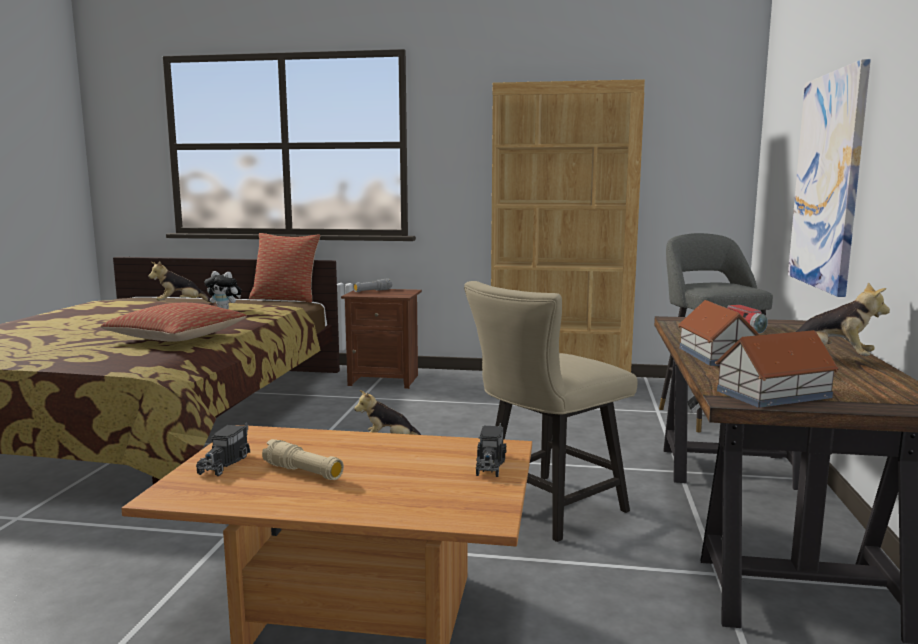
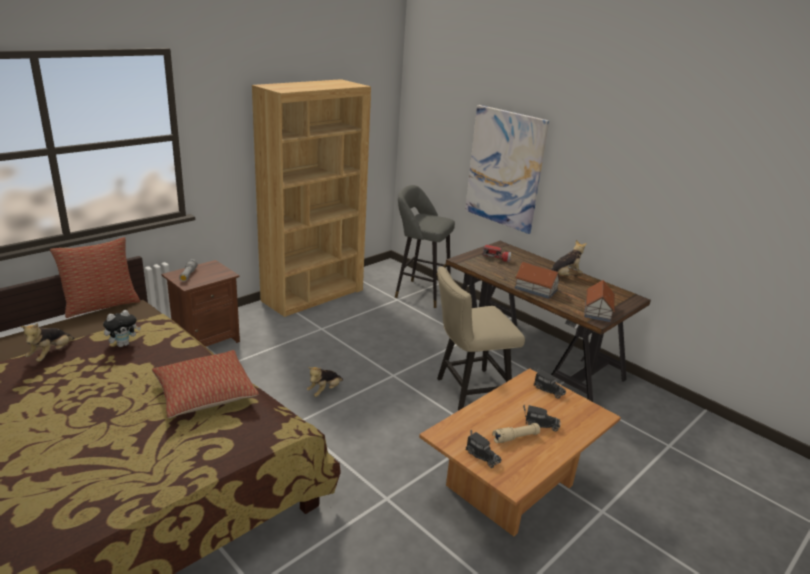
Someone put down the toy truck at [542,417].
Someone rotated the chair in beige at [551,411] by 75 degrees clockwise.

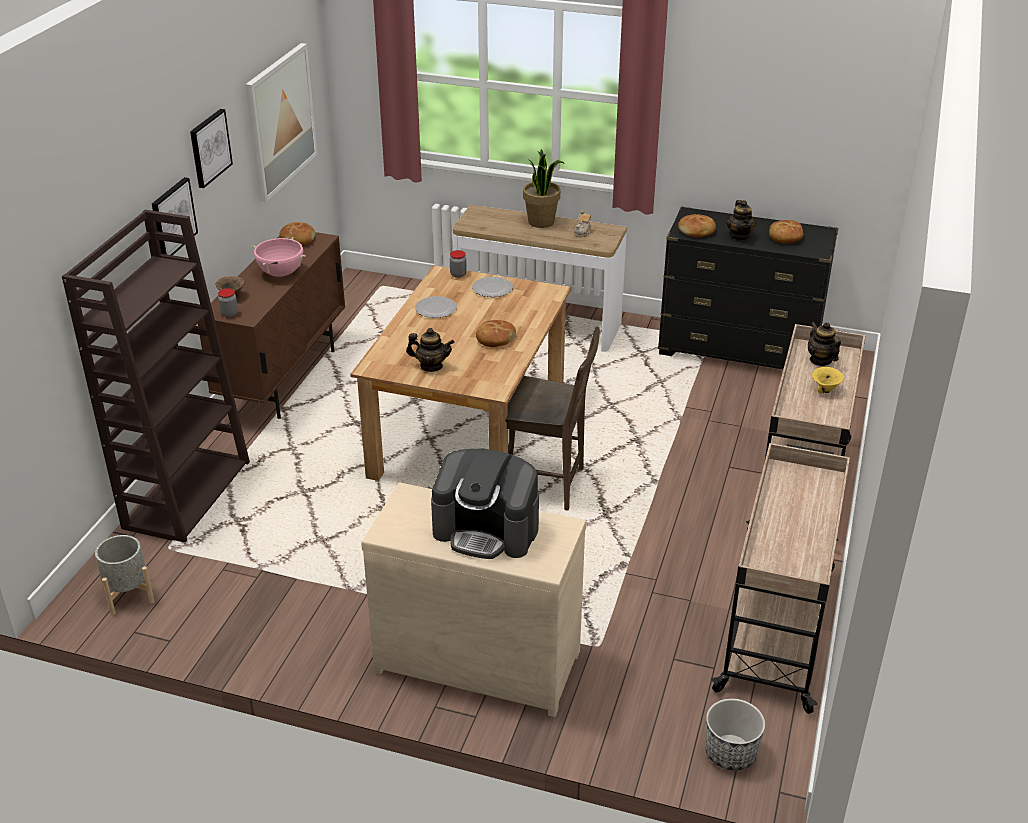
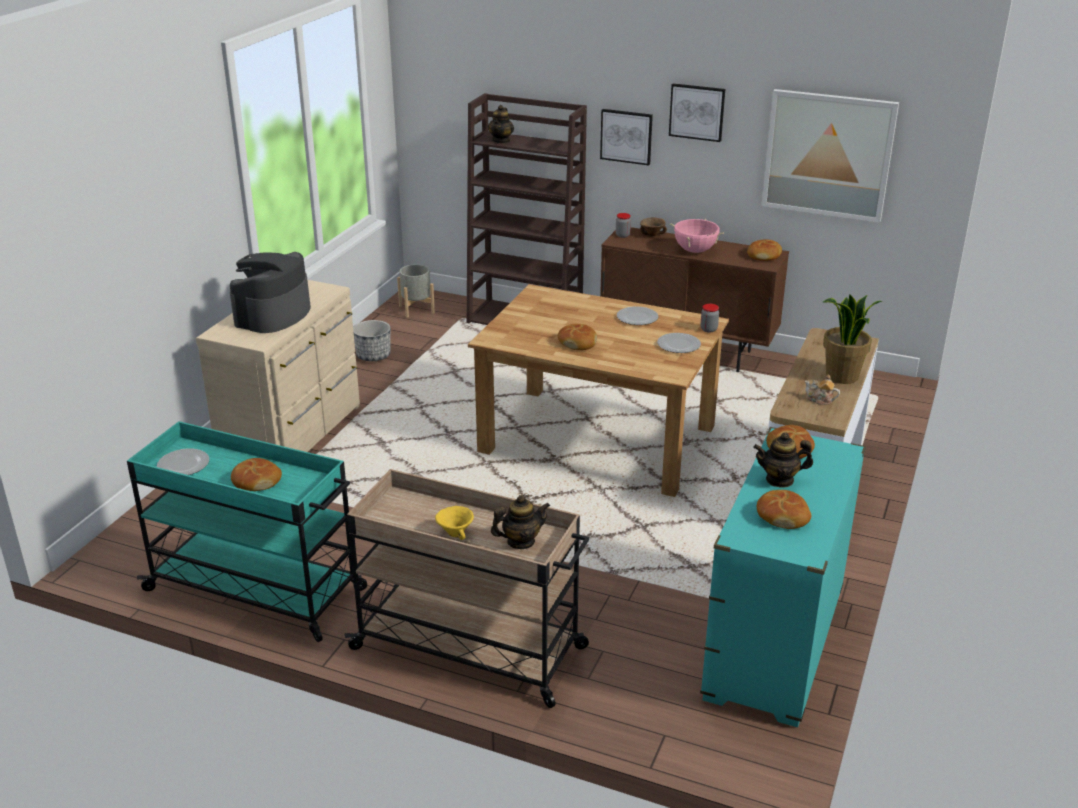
Someone took away the chair in brown at [553,418].
Someone put down the plate at [183,461].
Someone put down the bread at [256,474].
Someone carried the teapot from [430,350] to [501,124].
Someone carried the planter from [735,734] to [371,340].
Someone repainted the dresser in black at [748,288], which became the dresser in turquoise at [783,577].
Someone repainted the cart in beige at [780,578], which became the cart in turquoise at [247,531].

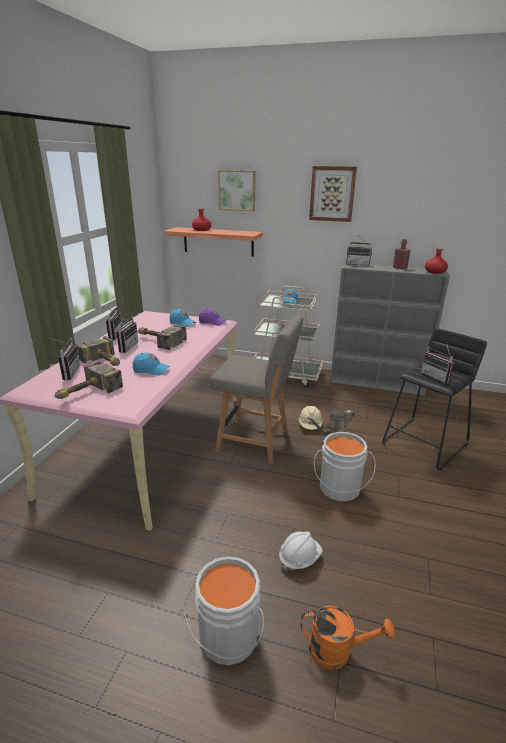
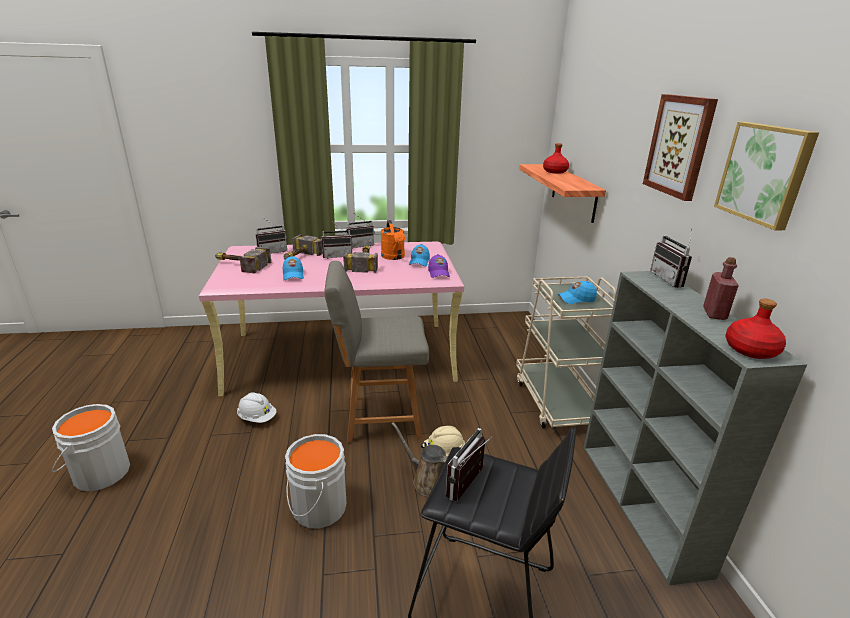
Someone carried the picture from [237,190] to [766,176].
Someone carried the hard hat in white from [300,551] to [256,407].
Someone carried the watering can in orange from [347,637] to [393,240].
Someone rotated the chair in grey at [256,389] by 90 degrees clockwise.

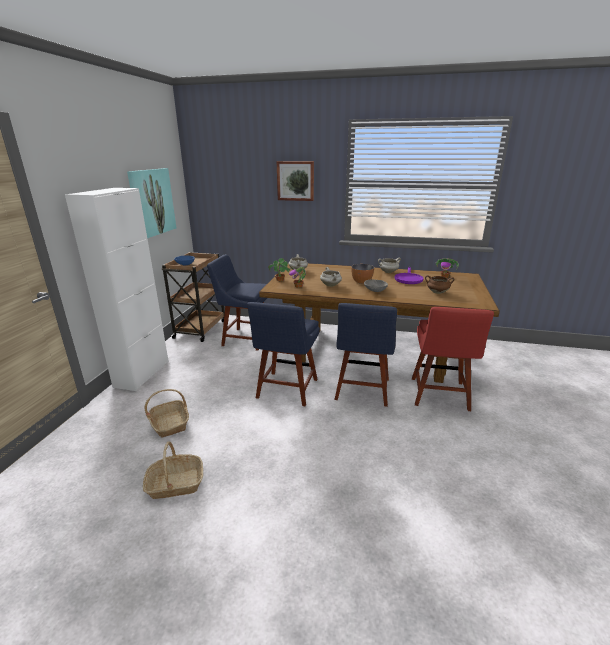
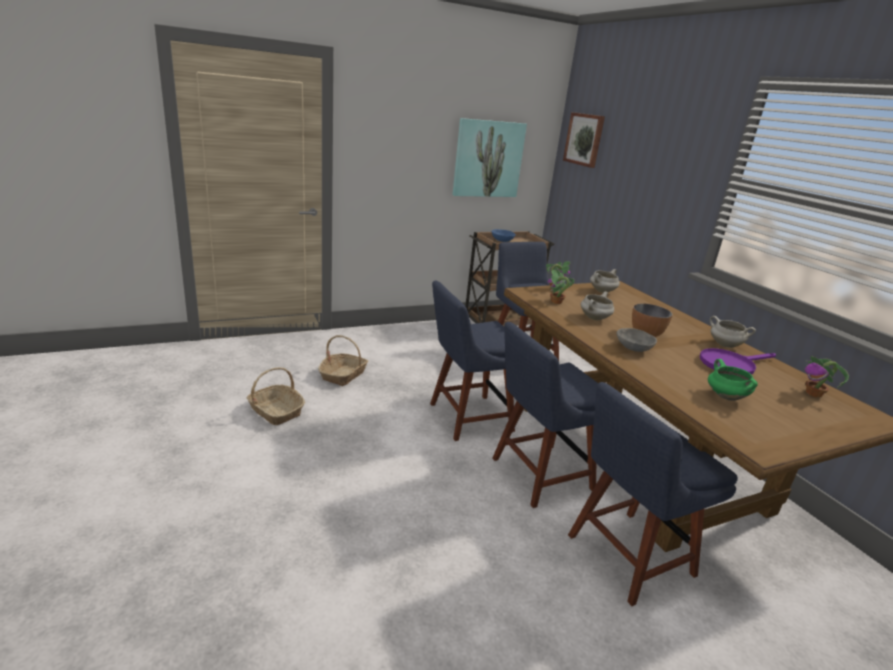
Someone took away the cabinet in white at [117,289].
Someone carried the picture from [295,181] to [584,140].
Someone repainted the chair in red at [453,359], which became the chair in blue at [653,494].
Someone repainted the cooking pot in brown at [439,284], which became the cooking pot in green at [733,380].

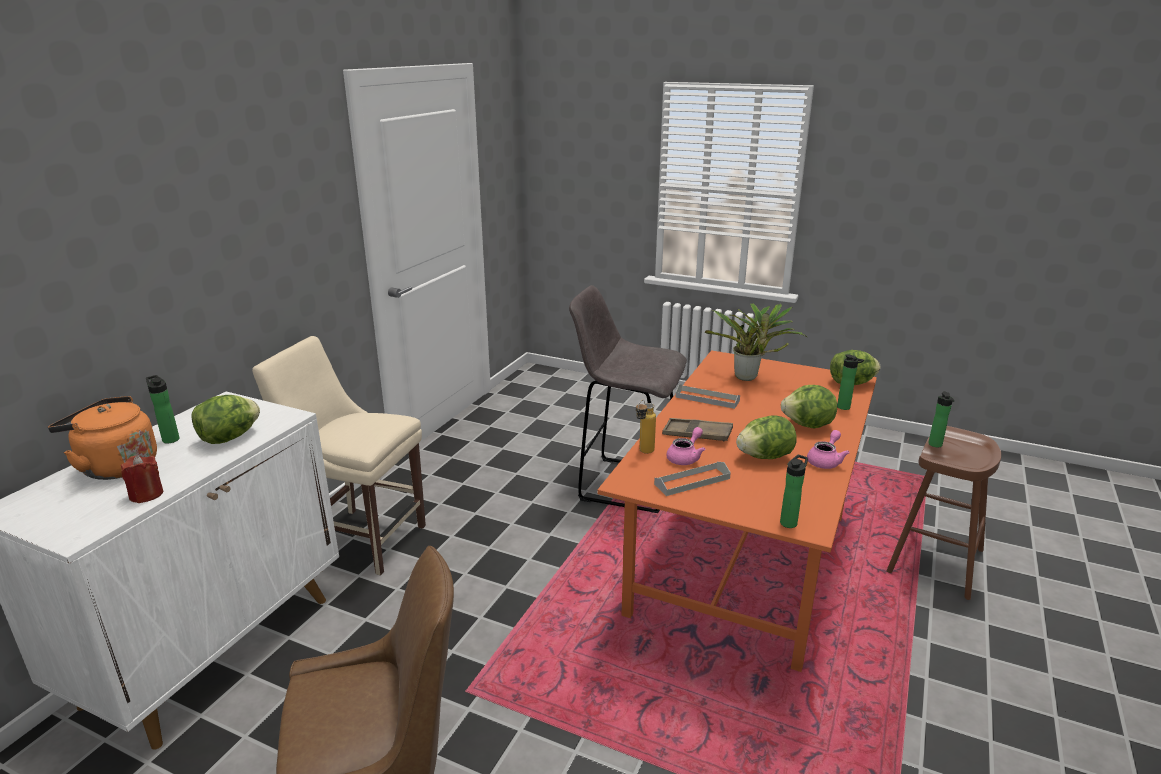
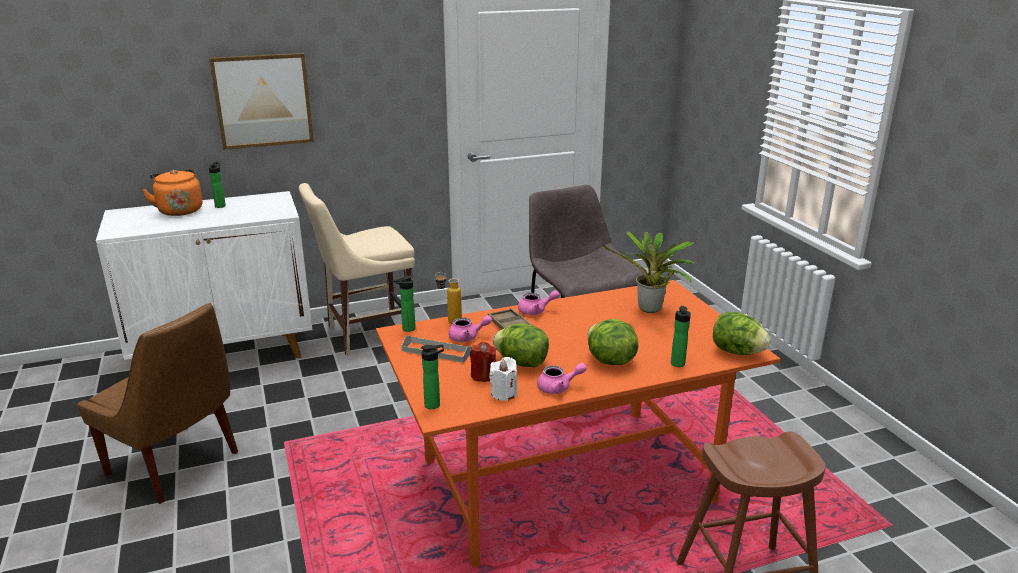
Someone took away the lettuce at [225,419].
Someone took away the tray in grey at [708,396].
Someone put up the picture at [261,101].
Someone put down the candle in white at [503,379].
Someone put down the teapot in pink at [538,302].
Someone carried the candle in red from [142,479] to [483,362].
Someone carried the bottle from [941,419] to [405,304].
Someone rotated the chair in beige at [339,455] by 90 degrees counterclockwise.

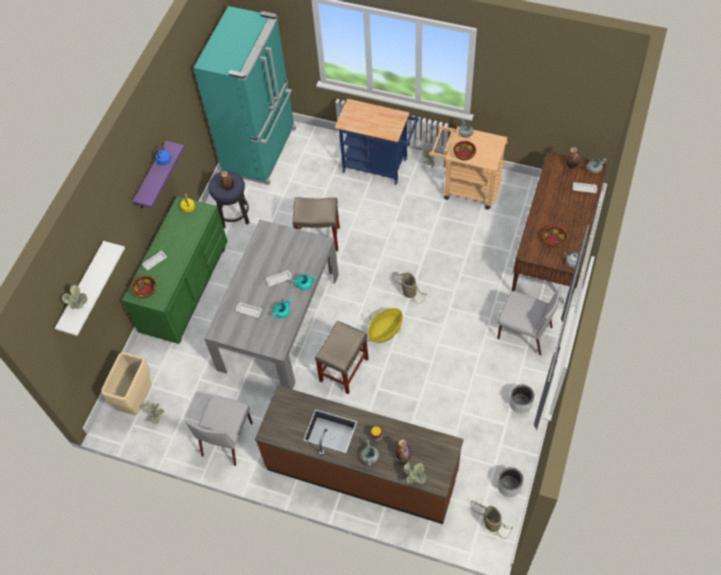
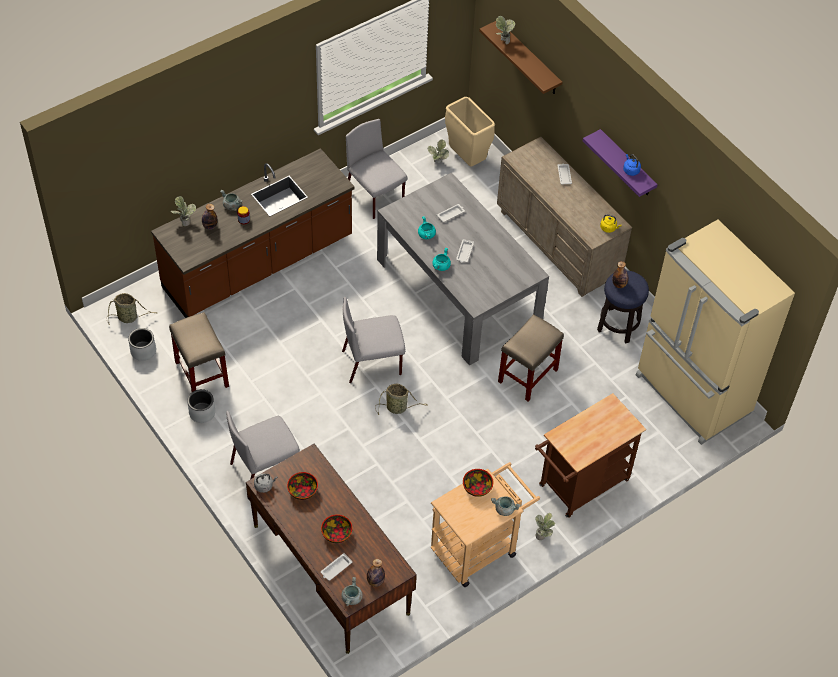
Someone carried the bowl from [143,287] to [337,528].
Someone carried the stool in beige from [342,357] to [199,352].
Someone swapped the basket at [385,325] for the chair in grey at [373,340].
Someone repainted the shelf in white at [90,288], which became the shelf in brown at [521,57].
Someone repainted the dresser in green at [175,270], which became the dresser in beige at [564,217].
Someone repainted the fridge in turquoise at [245,95], which became the fridge in beige at [715,332].
Someone repainted the cart in blue at [377,142], which became the cart in brown at [590,455].

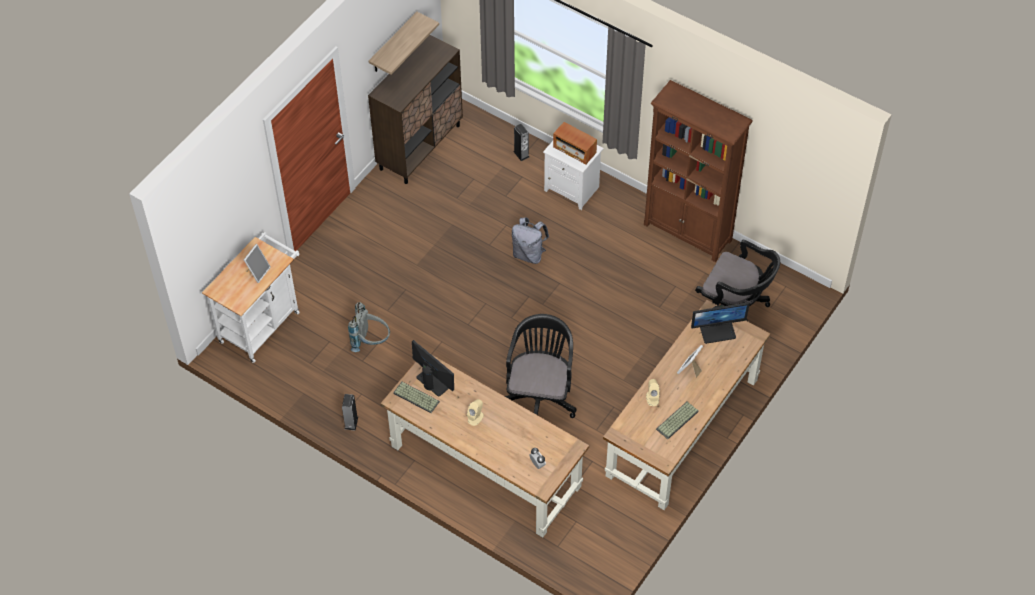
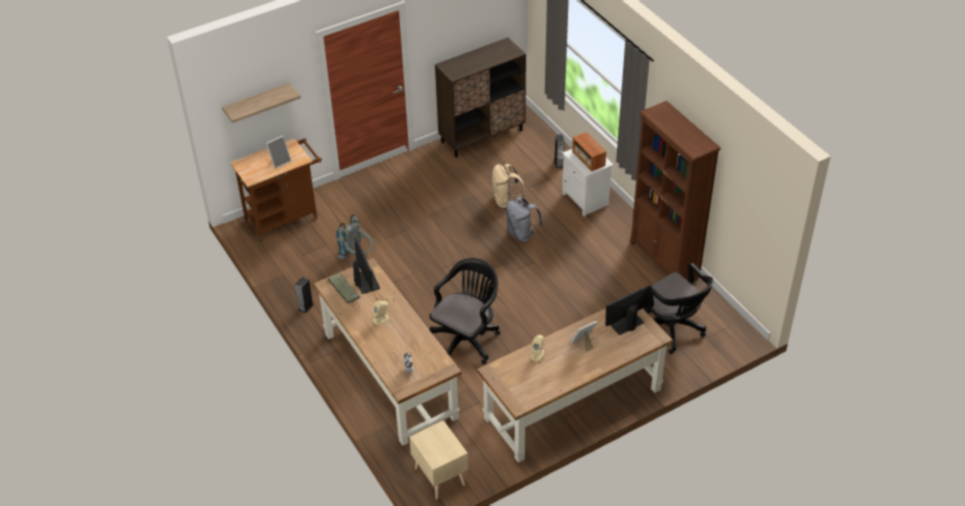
Someone took away the keyboard at [677,420].
Someone put down the nightstand in beige at [438,459].
Someone put down the backpack in beige at [508,186].
Someone carried the shelf from [404,43] to [261,103].
Someone repainted the cart in white at [251,297], which became the cart in brown at [276,189].
Someone rotated the monitor at [720,323] by 135 degrees clockwise.

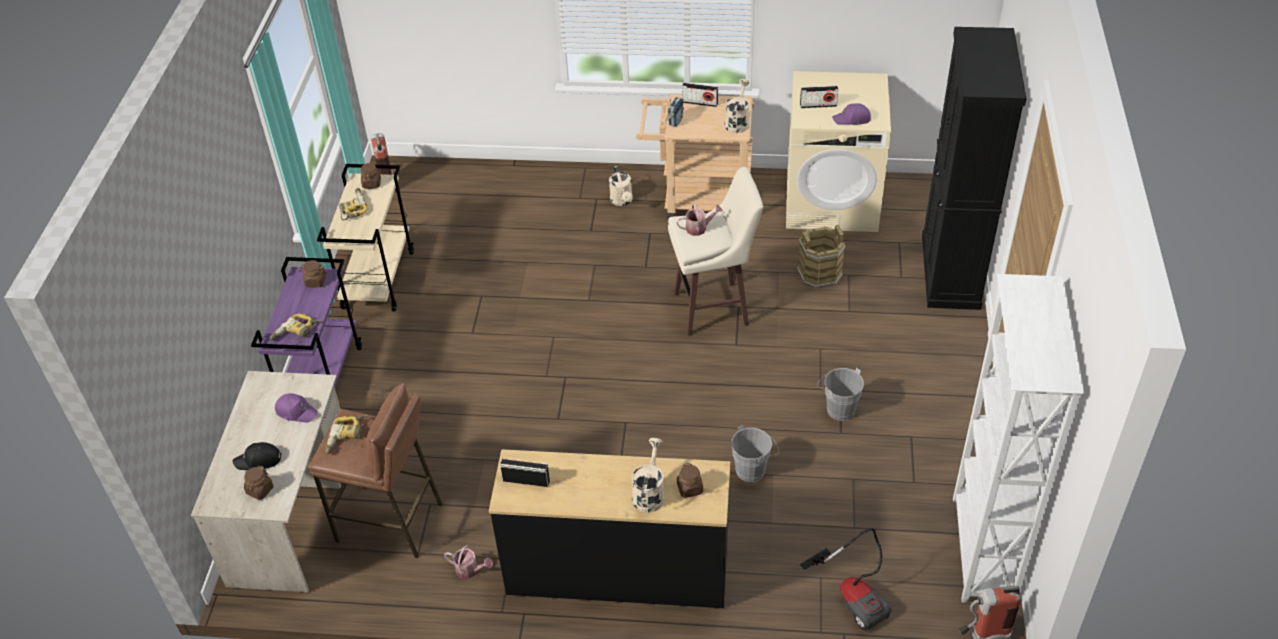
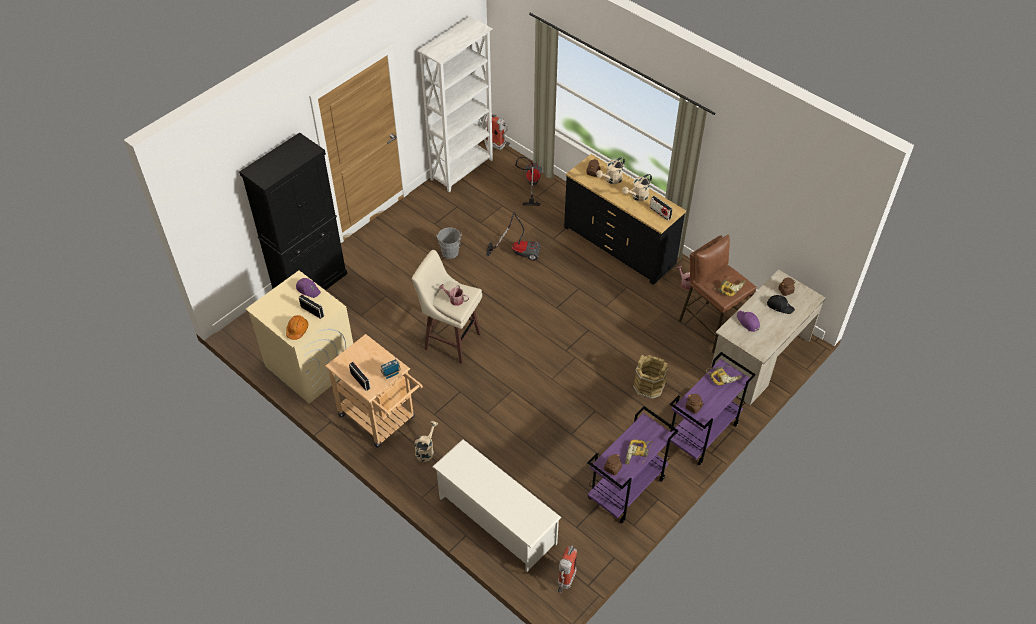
Someone put down the hard hat in orange at [297,327].
Someone put down the shoe rack in white at [497,505].
Someone carried the watering can in beige from [737,106] to [637,187].
Someone carried the bucket in brown from [821,257] to [650,377].
Someone swapped the bucket in grey at [755,453] for the vacuum cleaner at [513,236].
Someone repainted the cart in beige at [365,237], which became the cart in purple at [632,465].

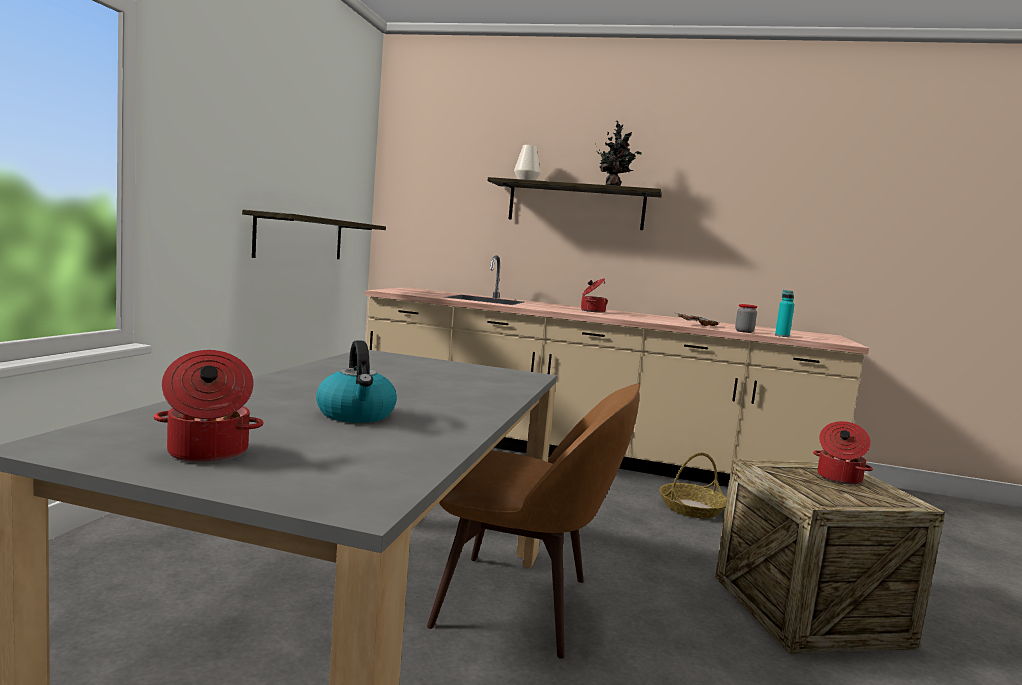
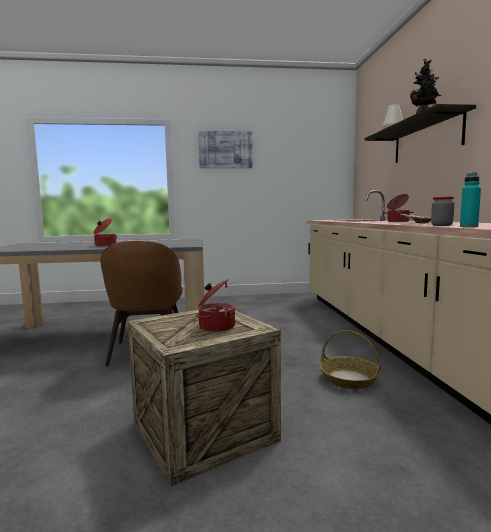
Someone took away the shelf at [314,234].
Someone took away the kettle at [356,381].
Someone put up the picture at [225,149].
Someone carried the cooking pot from [208,406] to [105,232].

